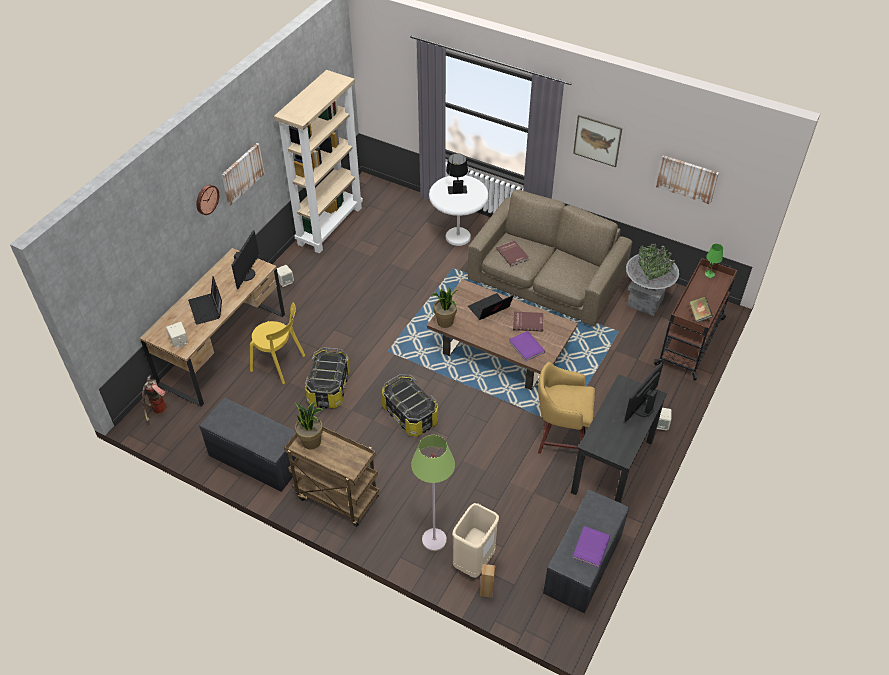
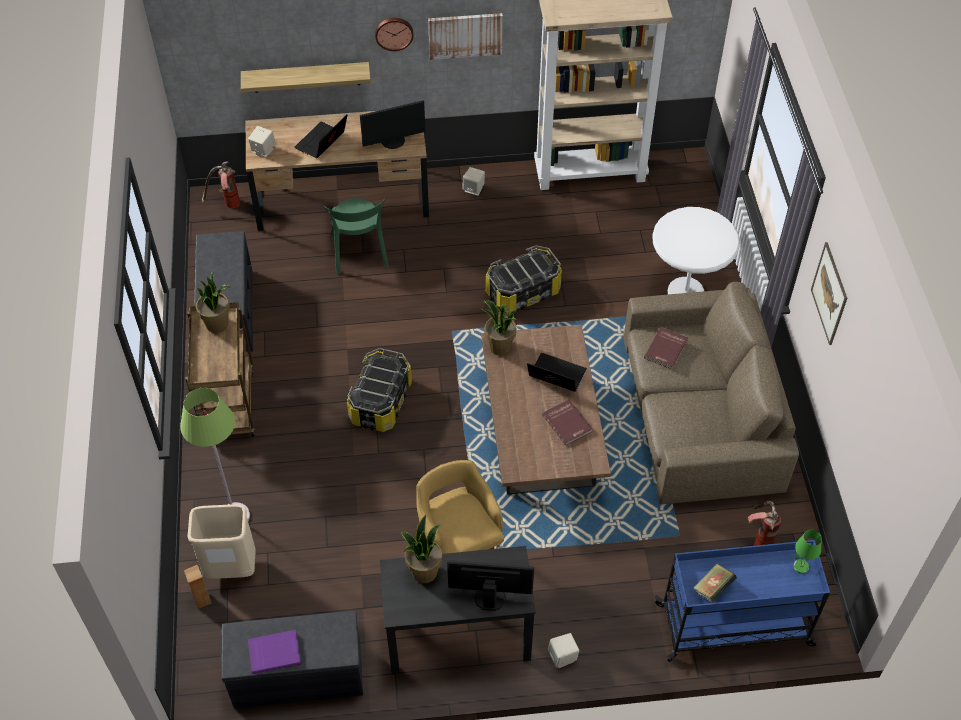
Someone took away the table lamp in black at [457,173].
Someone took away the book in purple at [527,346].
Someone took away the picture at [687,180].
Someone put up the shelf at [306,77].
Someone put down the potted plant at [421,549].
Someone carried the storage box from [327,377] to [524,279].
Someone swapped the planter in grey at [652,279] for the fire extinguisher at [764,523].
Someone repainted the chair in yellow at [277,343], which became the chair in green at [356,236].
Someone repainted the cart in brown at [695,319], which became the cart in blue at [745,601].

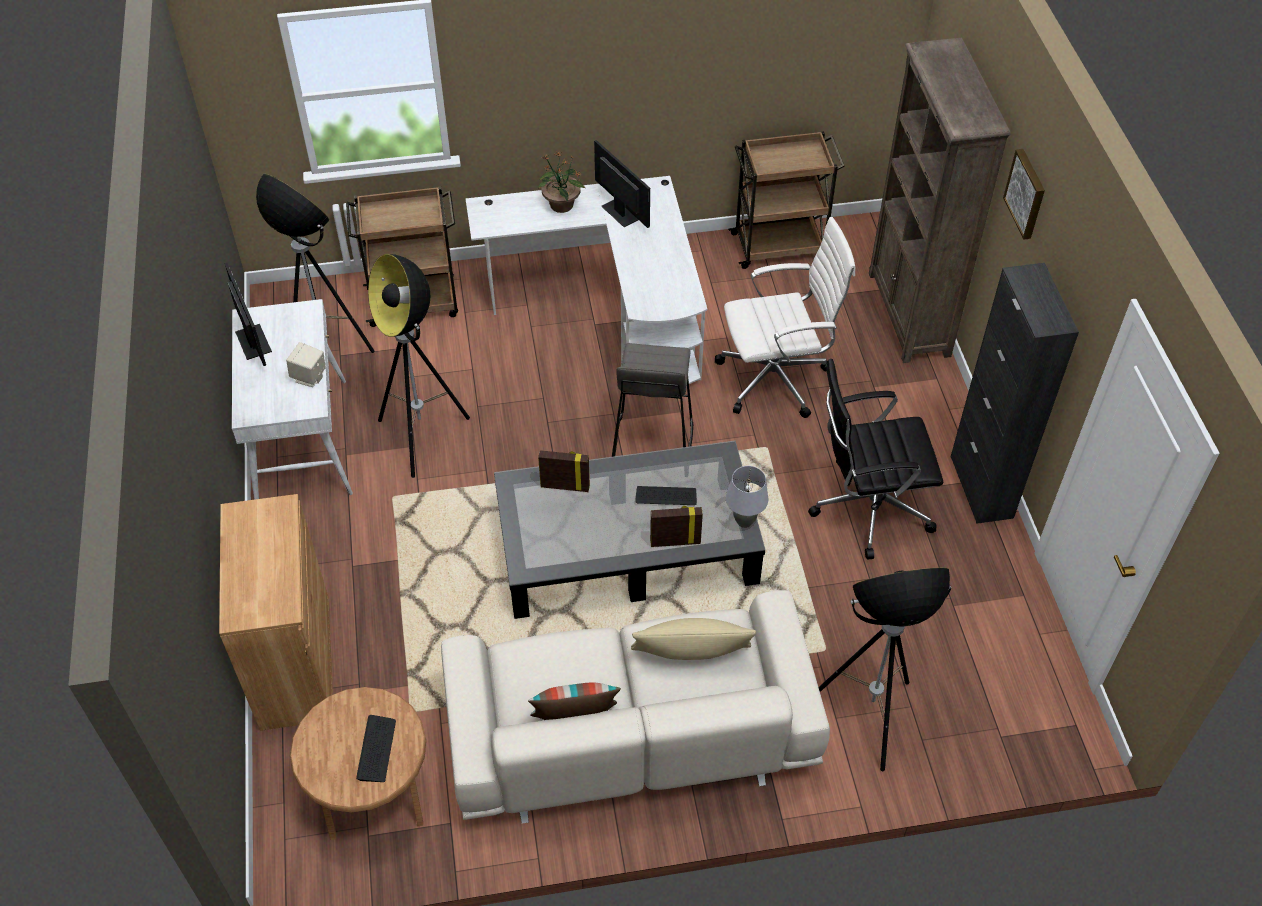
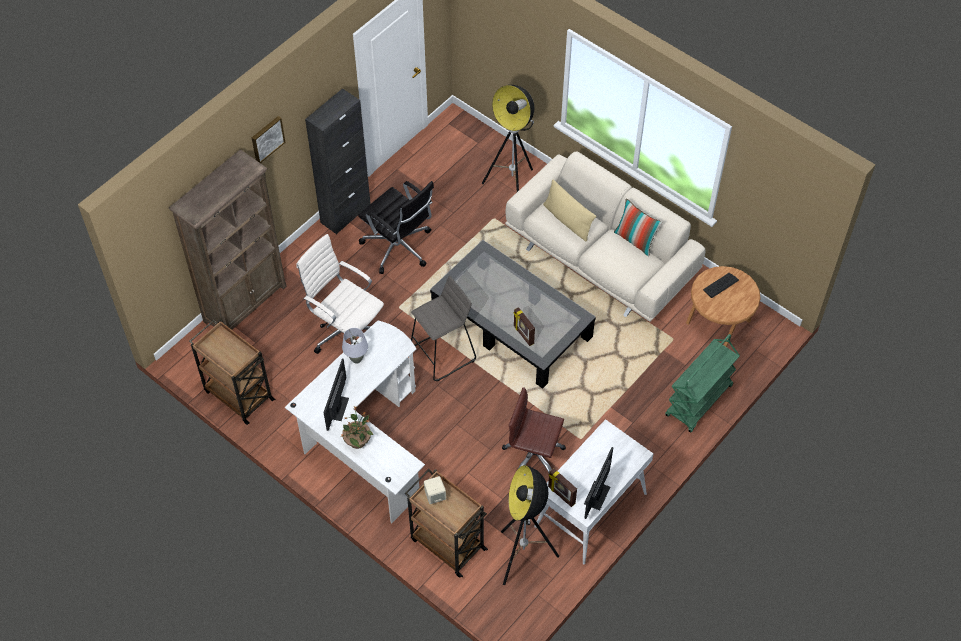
Someone took away the keyboard at [666,495].
Someone carried the speaker in beige from [306,364] to [435,490].
Someone carried the picture frame from [676,526] to [562,487].
Someone carried the table lamp in grey from [747,497] to [355,346].
Someone swapped the cabinet in brown at [276,612] for the cart in green at [702,383].
Someone swapped the floor lamp at [419,366] for the office chair in brown at [534,430].

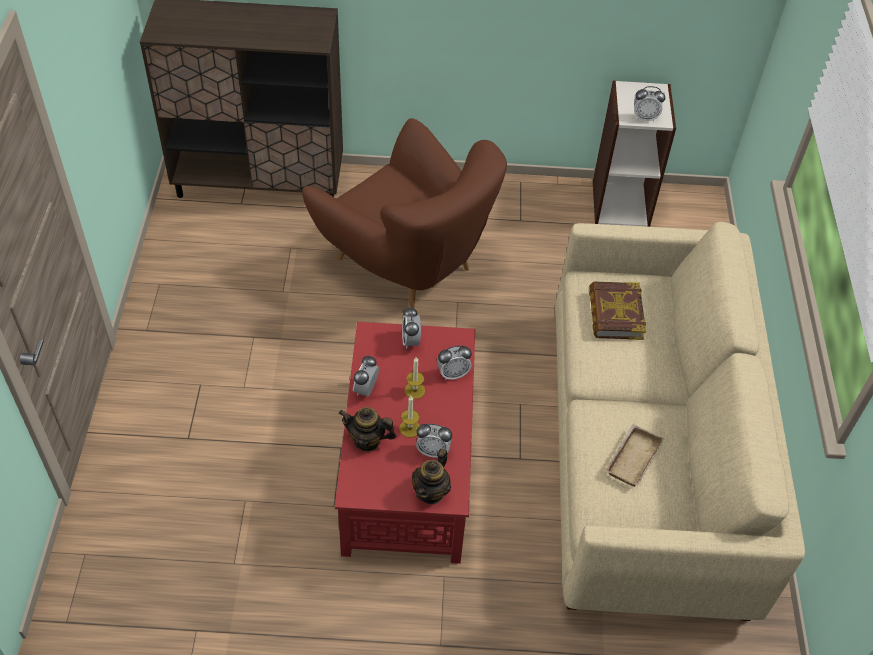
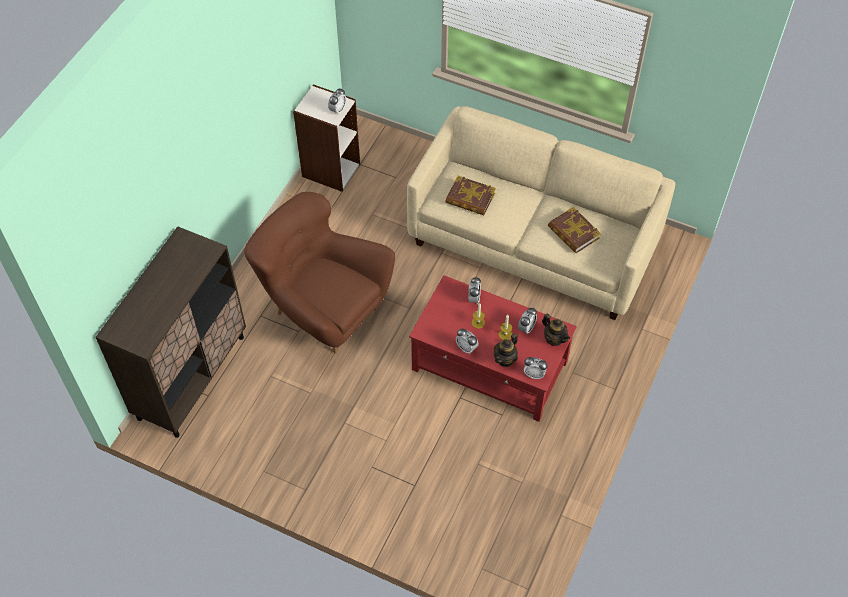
Someone carried the alarm clock from [411,328] to [536,368].
Someone swapped the tray in beige at [634,455] for the book at [574,230].
Someone rotated the armchair in brown at [404,213] by 120 degrees counterclockwise.

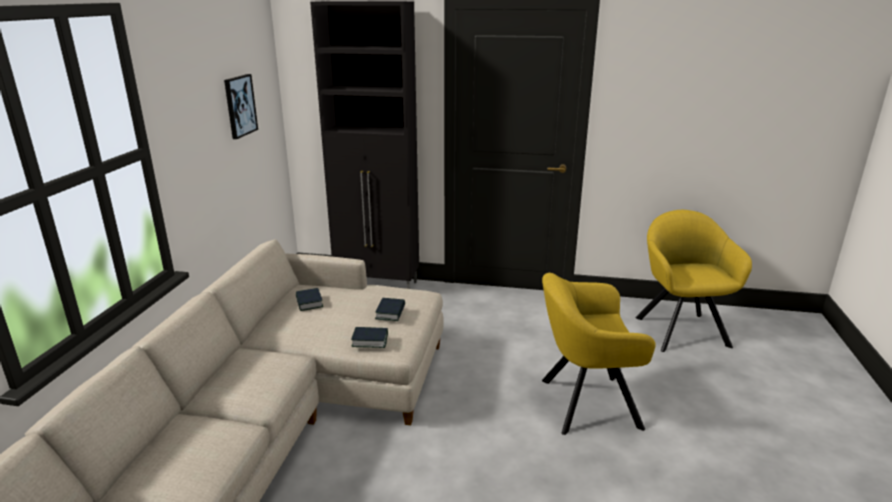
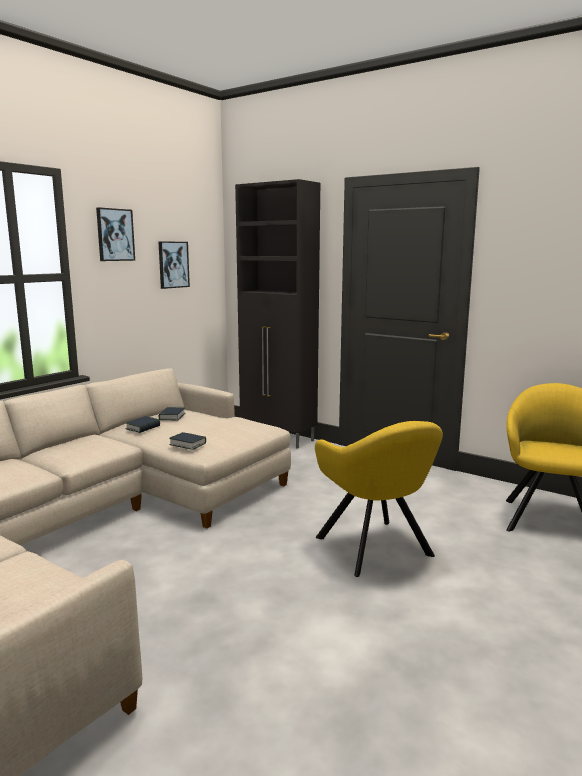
Someone put up the picture at [115,234].
Someone carried the book from [390,309] to [143,424].
Someone rotated the armchair in yellow at [599,354] by 135 degrees counterclockwise.

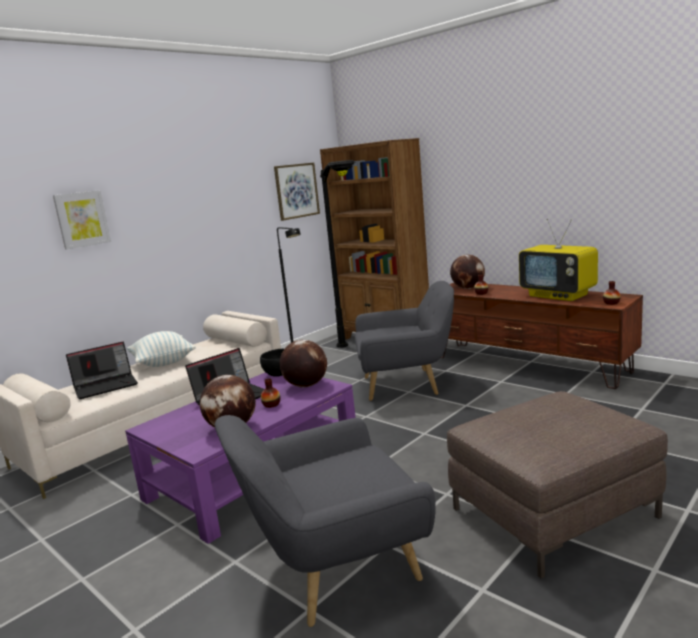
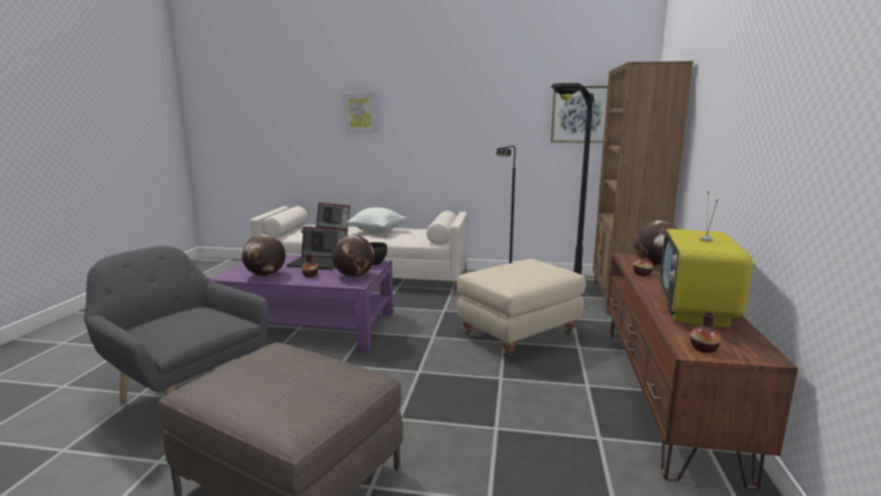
Someone swapped the armchair in grey at [404,341] for the ottoman in beige at [521,308].

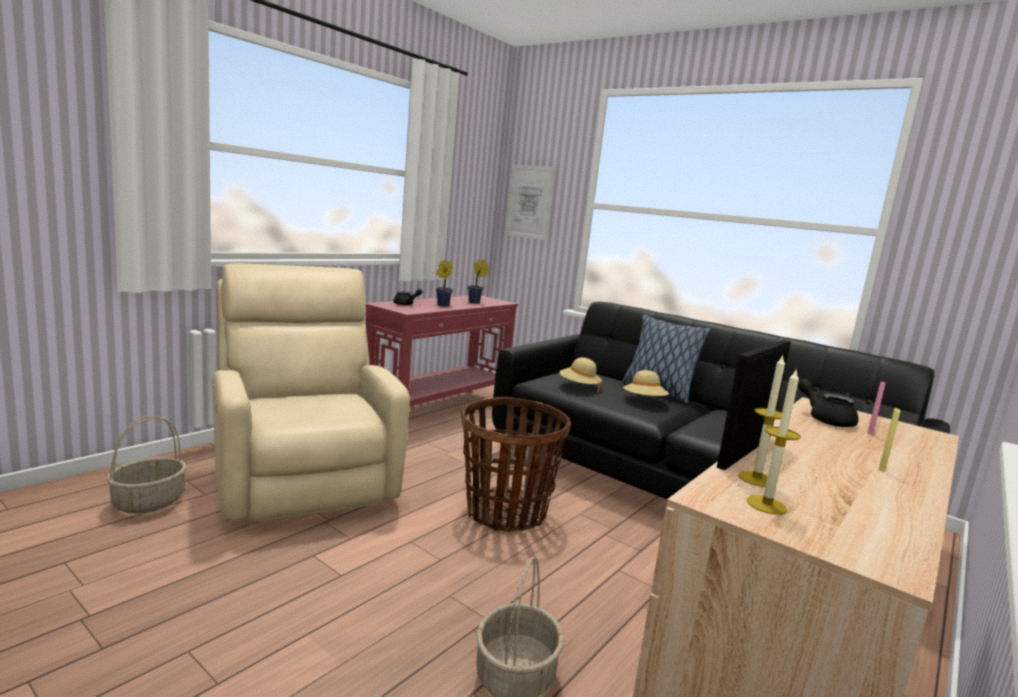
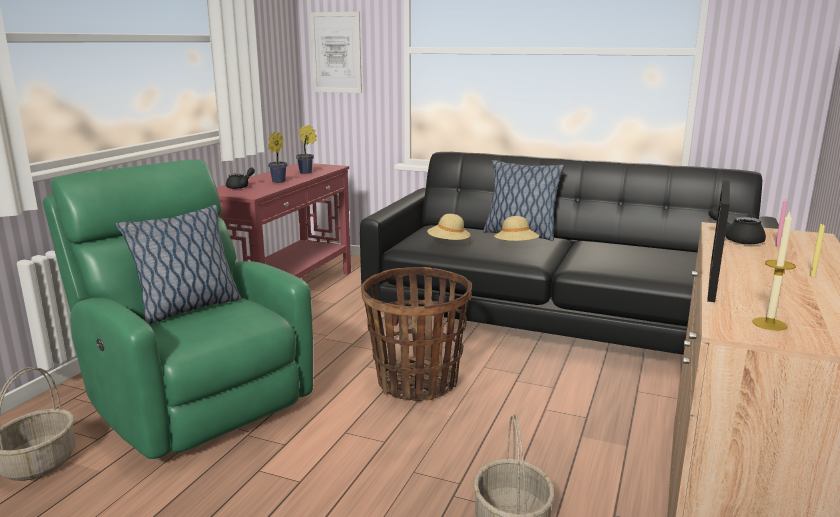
Someone took away the candle at [761,421].
Someone put down the pillow at [178,265].
Someone repainted the armchair in beige at [311,392], which became the armchair in green at [178,309].

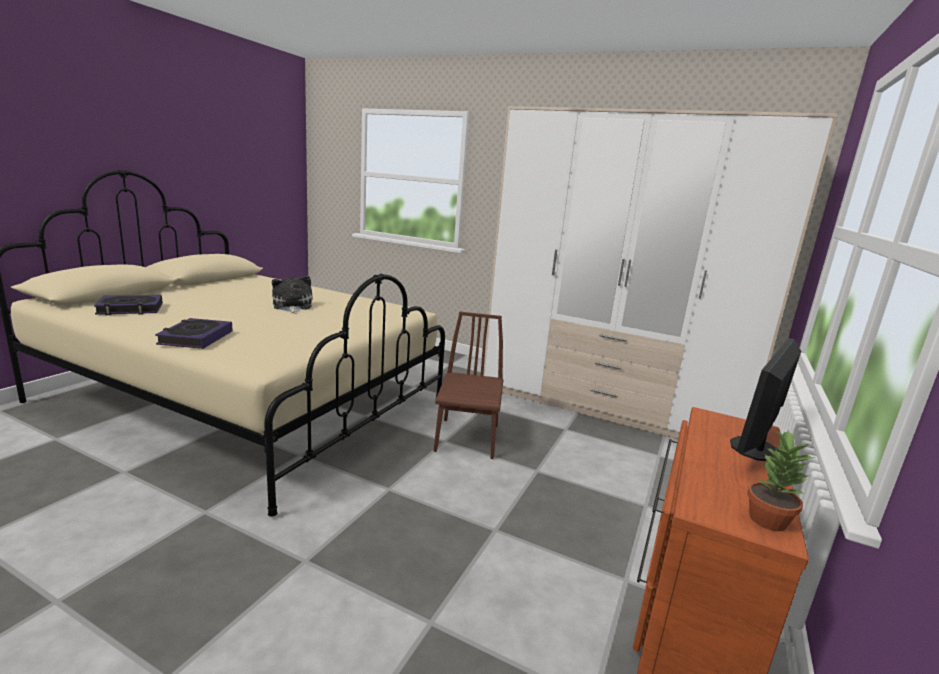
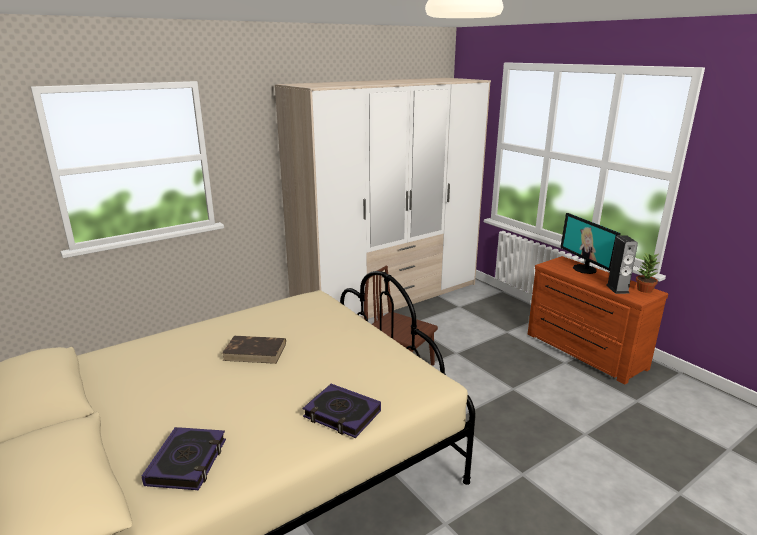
Someone put down the speaker at [622,264].
Someone swapped the plush toy at [292,295] for the book in brown at [254,350].

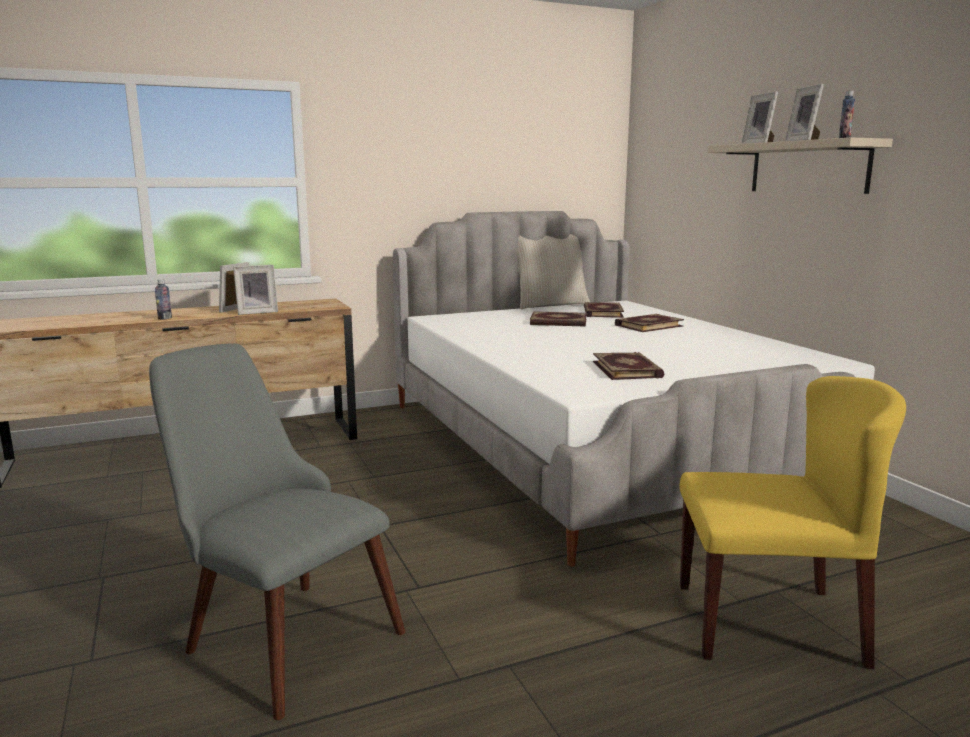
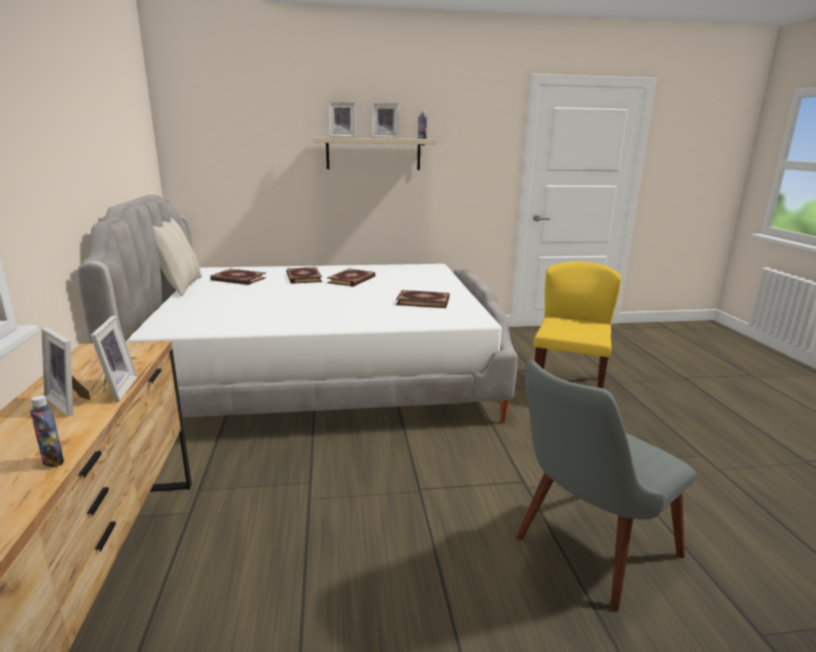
Someone carried the book from [558,319] to [351,277].

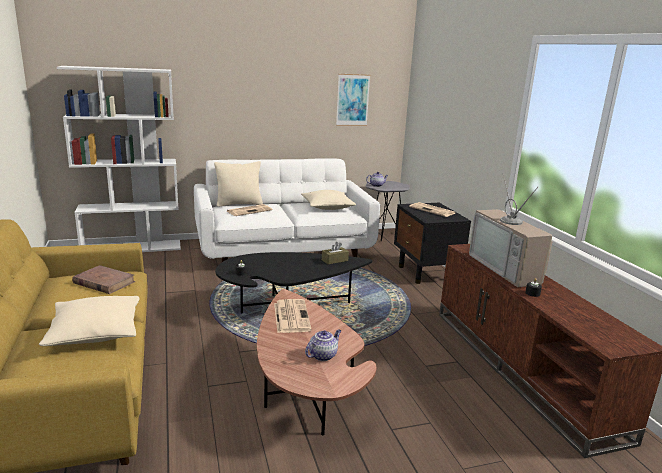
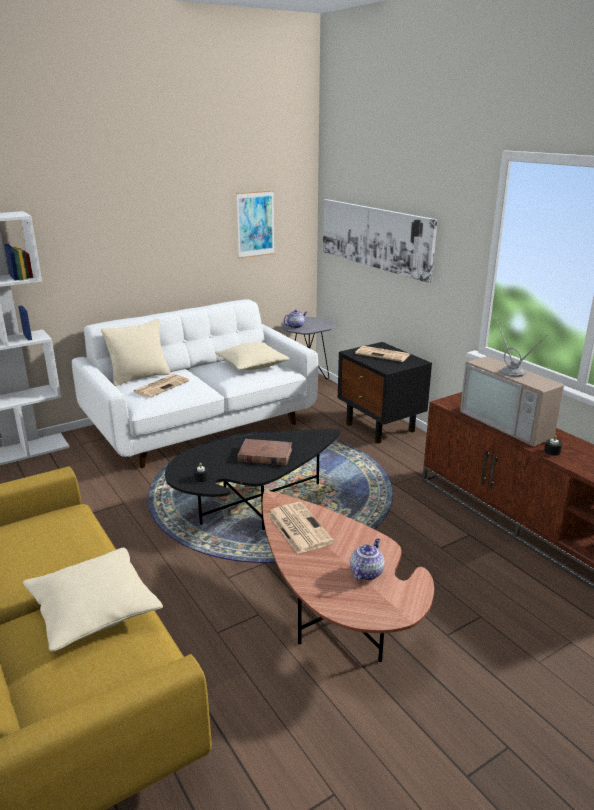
Someone took away the tissue box in brown at [335,253].
Someone put up the picture at [380,241].
Someone carried the book in brown from [103,279] to [264,452].

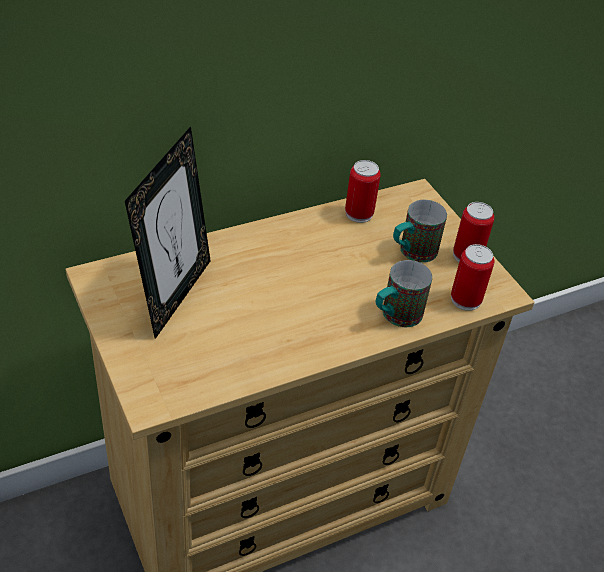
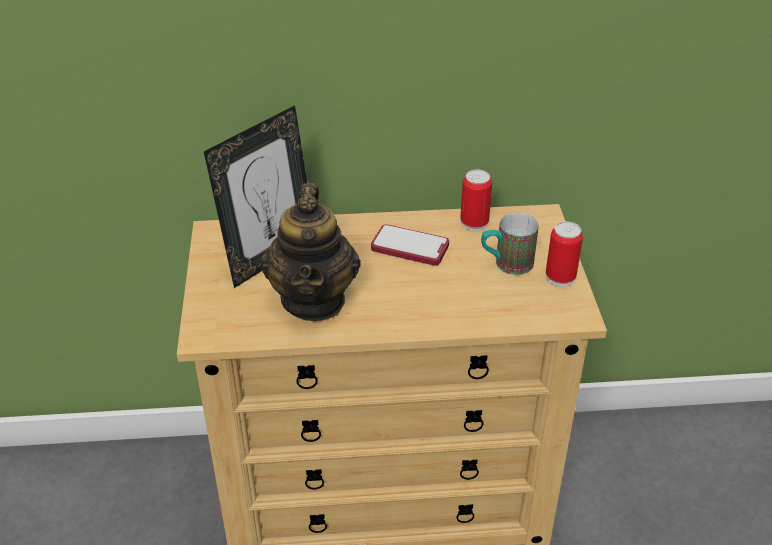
Someone took away the mug at [404,293].
Someone took away the can at [472,277].
Someone put down the teapot at [311,252].
Someone put down the phone at [410,245].

